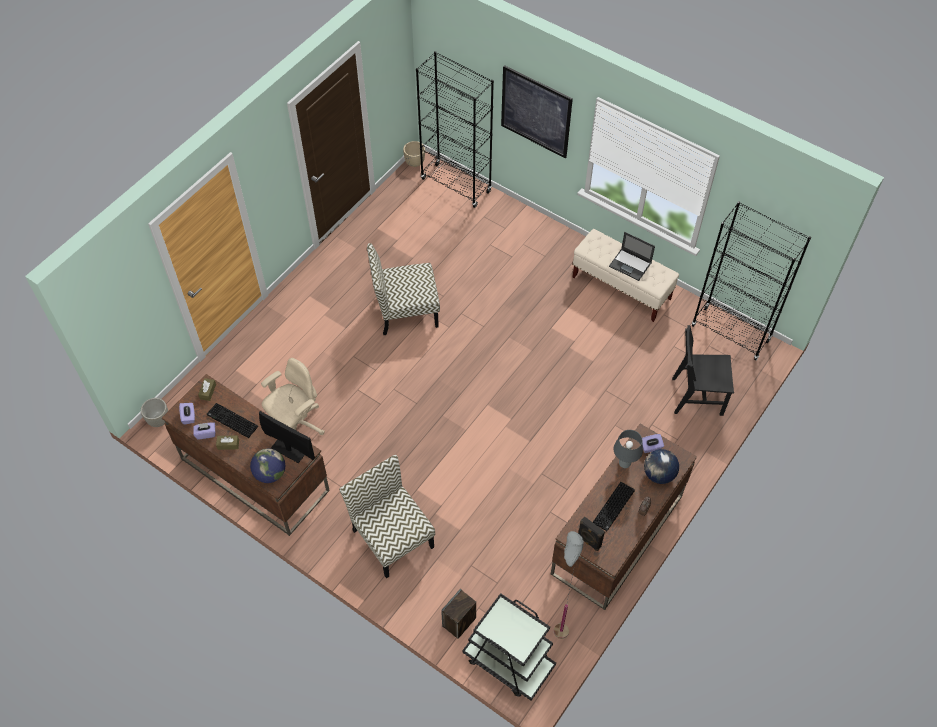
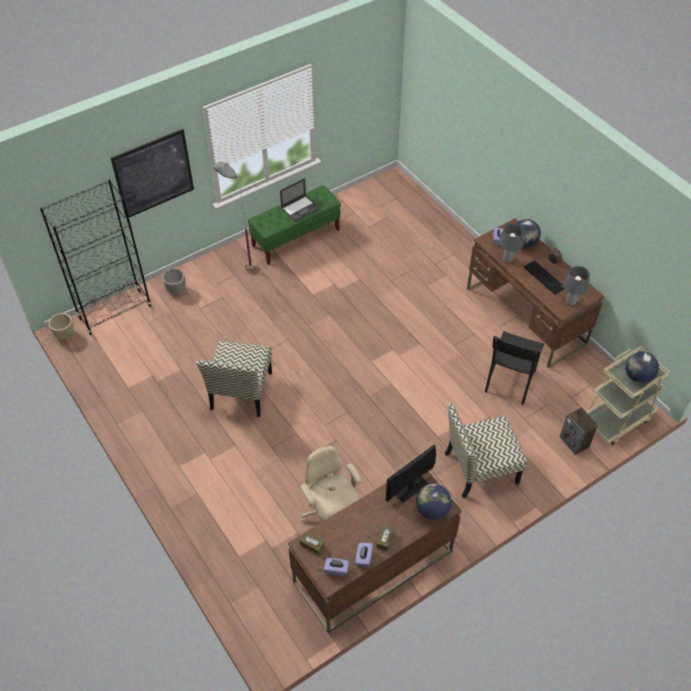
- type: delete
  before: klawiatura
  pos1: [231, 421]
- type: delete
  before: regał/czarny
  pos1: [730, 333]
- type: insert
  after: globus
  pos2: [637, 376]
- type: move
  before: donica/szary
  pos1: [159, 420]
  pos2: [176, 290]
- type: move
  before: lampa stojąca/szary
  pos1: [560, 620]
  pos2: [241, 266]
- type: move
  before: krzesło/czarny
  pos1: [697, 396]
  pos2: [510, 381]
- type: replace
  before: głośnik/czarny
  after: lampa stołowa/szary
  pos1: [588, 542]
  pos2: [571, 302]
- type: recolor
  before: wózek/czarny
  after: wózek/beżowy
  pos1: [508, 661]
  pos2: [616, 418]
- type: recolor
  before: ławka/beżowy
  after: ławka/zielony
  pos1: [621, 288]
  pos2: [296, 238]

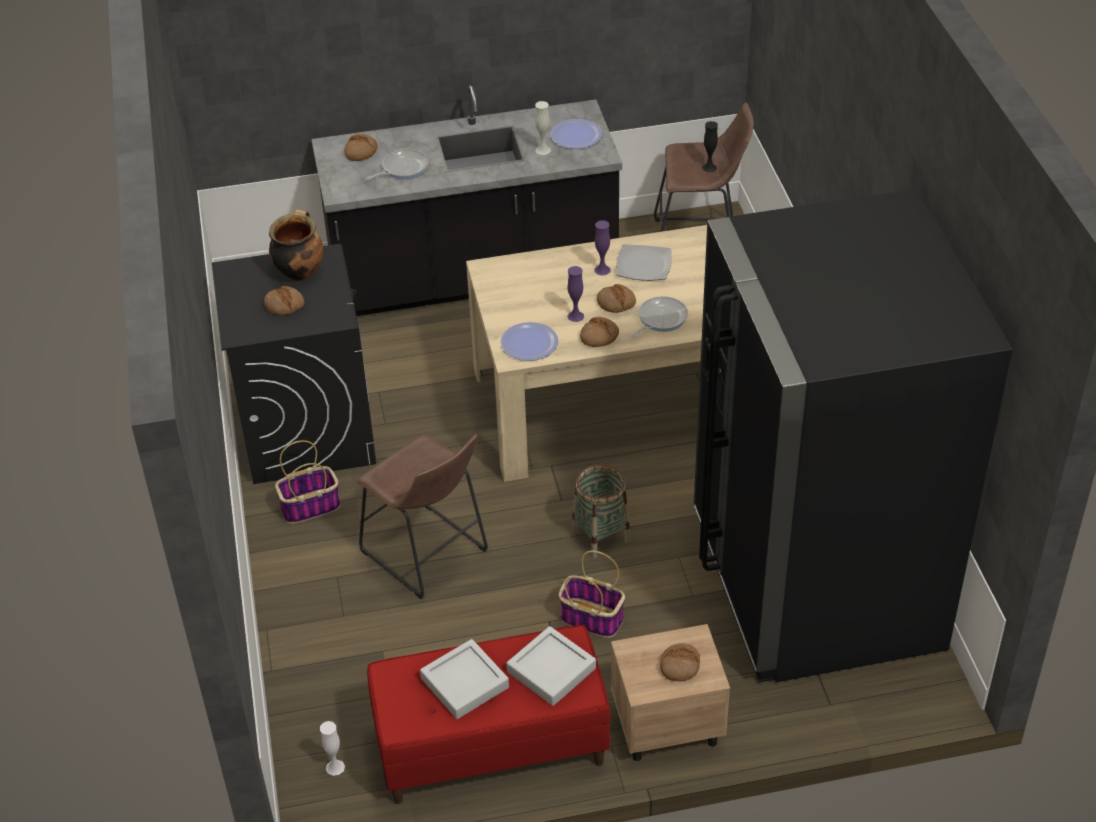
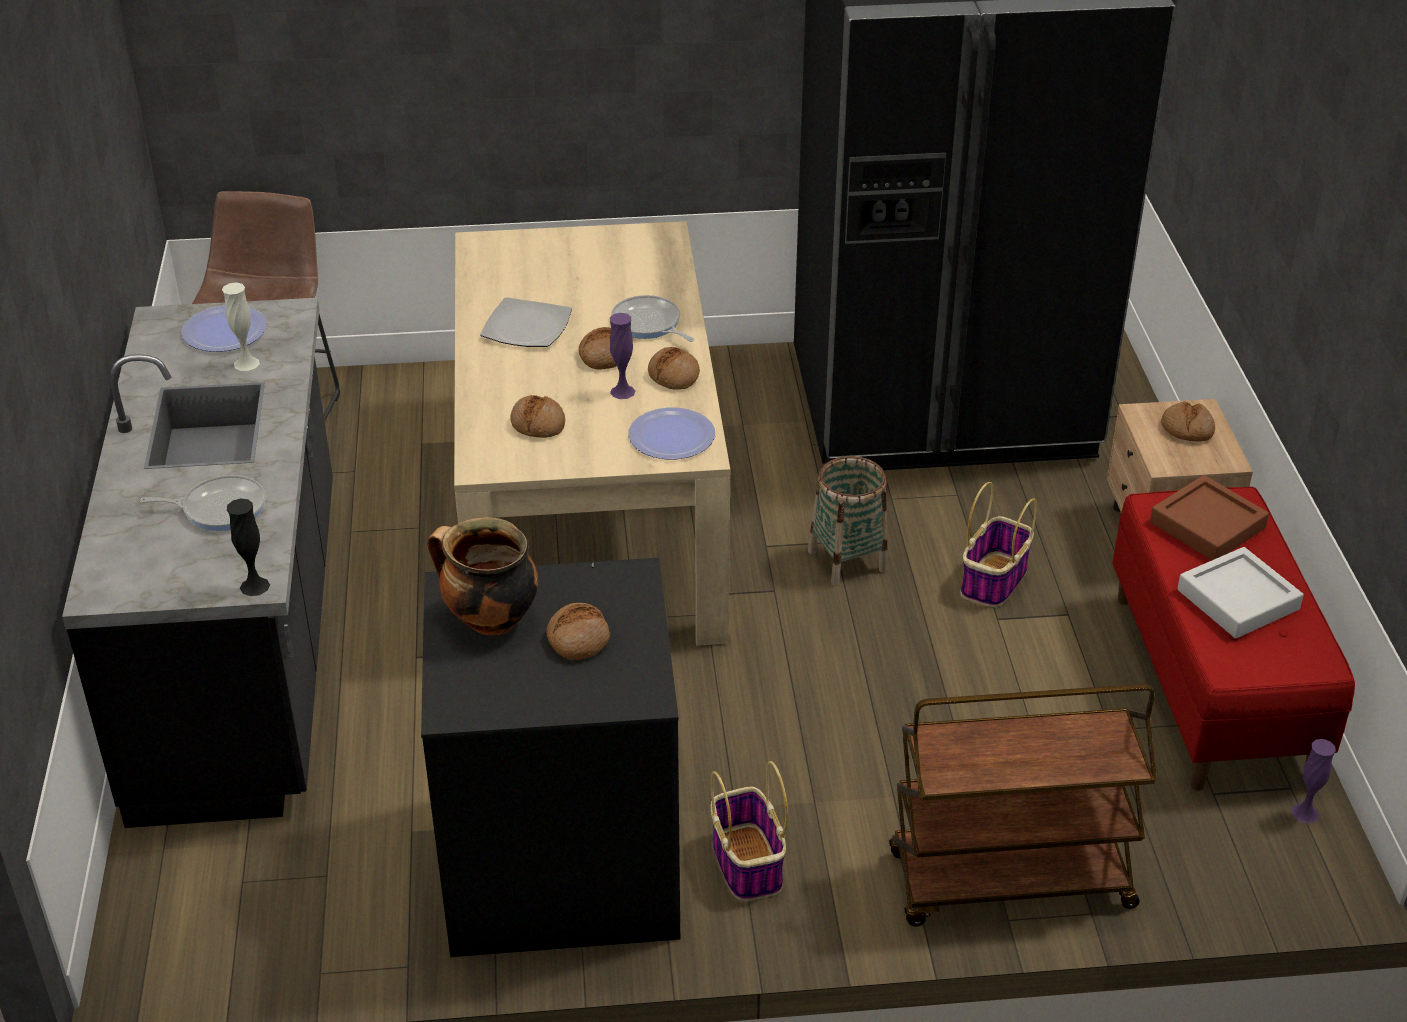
- type: delete
  before: wazon/biały
  pos1: [335, 767]
- type: delete
  before: stołek/brązowy
  pos1: [428, 555]
- type: insert
  after: wózek/brązowy
  pos2: [1009, 882]
- type: move
  before: chleb
  pos1: [361, 152]
  pos2: [538, 424]
- type: move
  before: wazon/fioletowy
  pos1: [602, 270]
  pos2: [1305, 813]
- type: move
  before: wazon/czarny
  pos1: [709, 168]
  pos2: [254, 586]
- type: recolor
  before: taca/szary
  after: taca/brązowy
  pos1: [551, 670]
  pos2: [1207, 525]
- type: rotate
  before: patelnia
  pos1: [402, 168]
  pos2: [220, 508]
  turn: 120

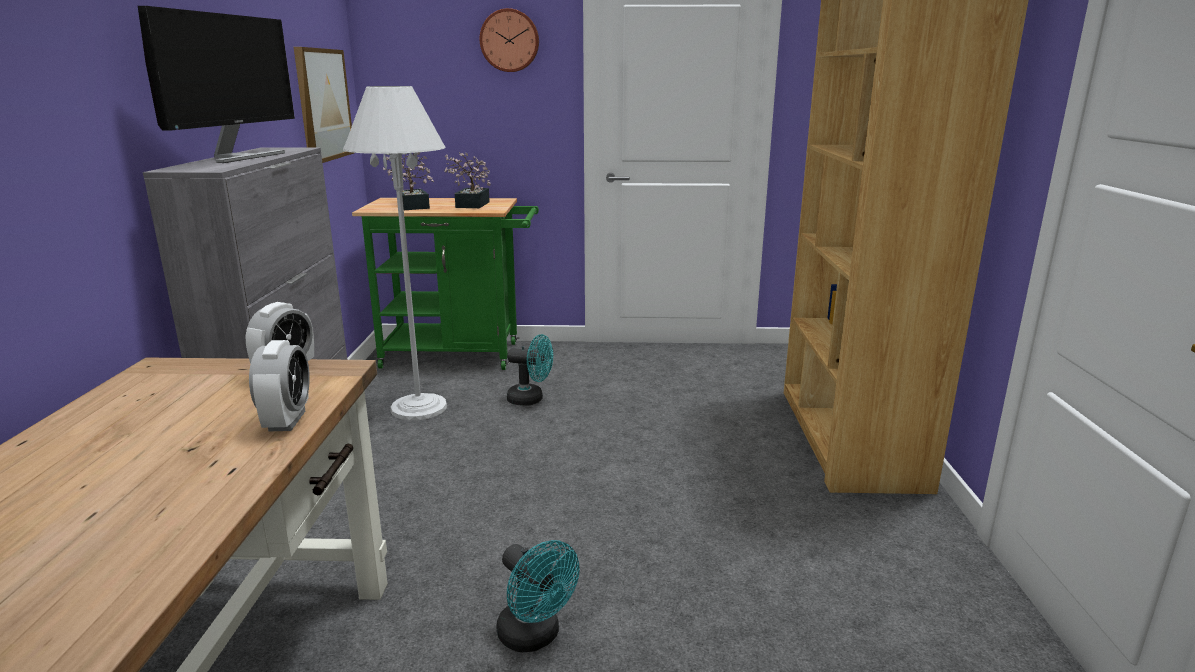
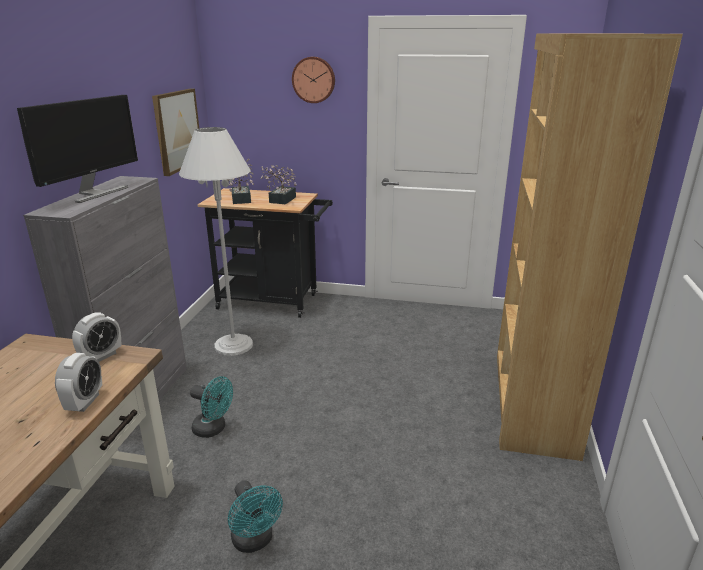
- type: move
  before: wentylator/turkusowy
  pos1: [531, 399]
  pos2: [214, 429]
- type: recolor
  before: wózek/zielony
  after: wózek/czarny
  pos1: [460, 355]
  pos2: [274, 302]

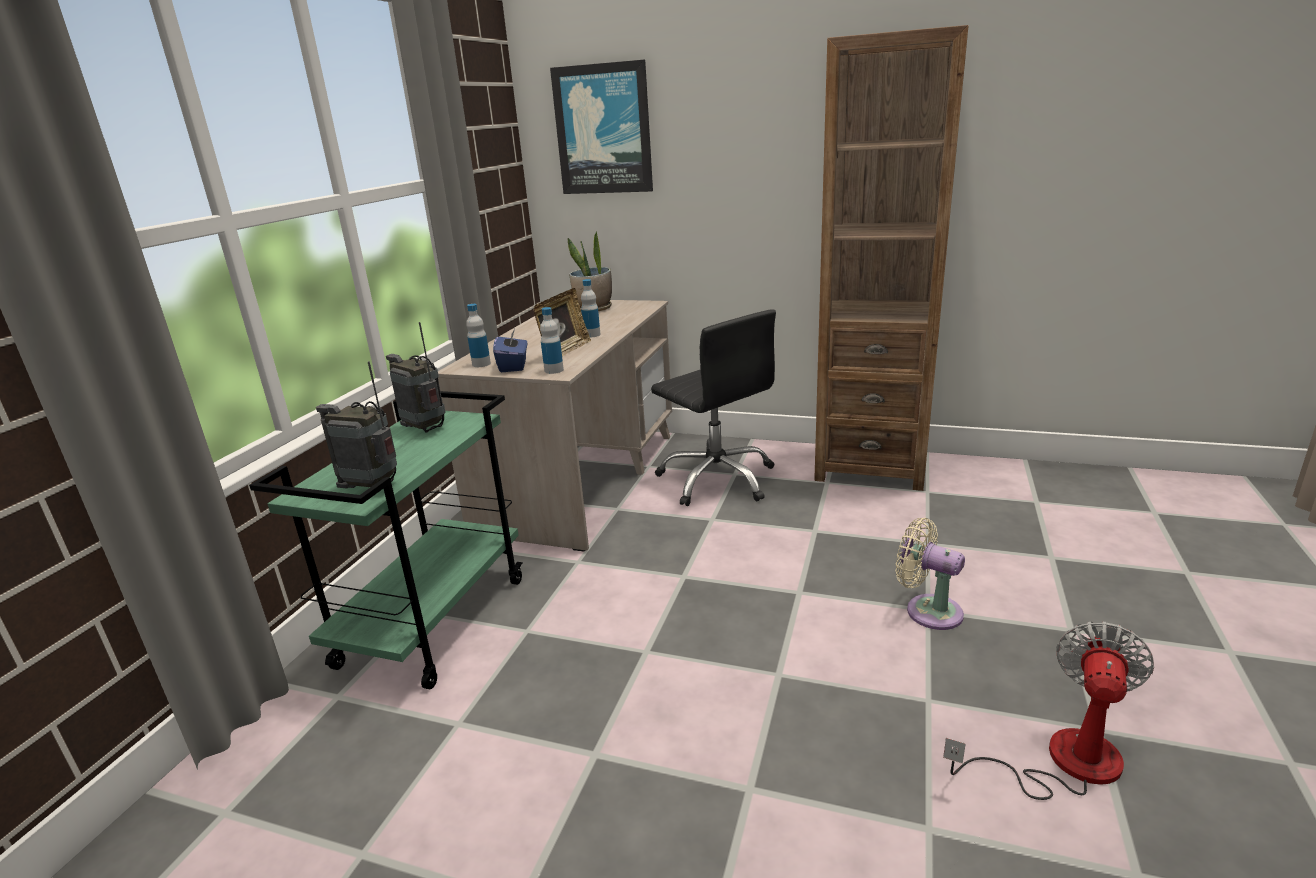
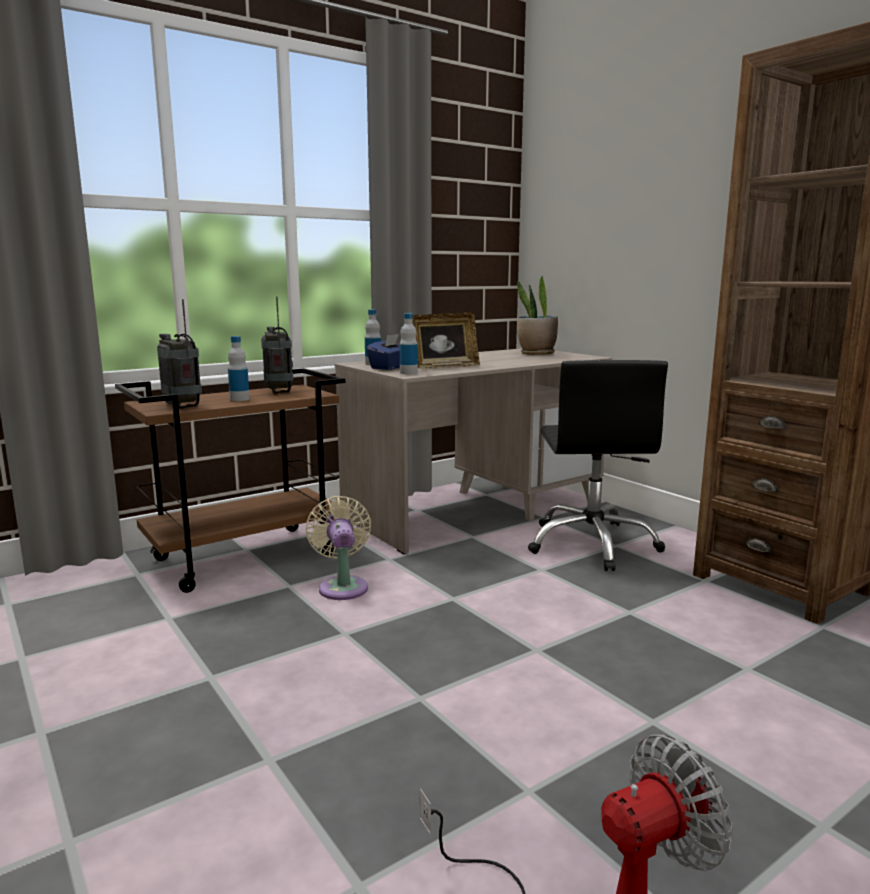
- type: delete
  before: obraz
  pos1: [603, 130]
- type: move
  before: butelka
  pos1: [592, 335]
  pos2: [239, 399]
- type: move
  before: wentylator/beżowy
  pos1: [928, 610]
  pos2: [342, 586]
- type: recolor
  before: wózek/zielony
  after: wózek/brązowy
  pos1: [434, 620]
  pos2: [246, 557]

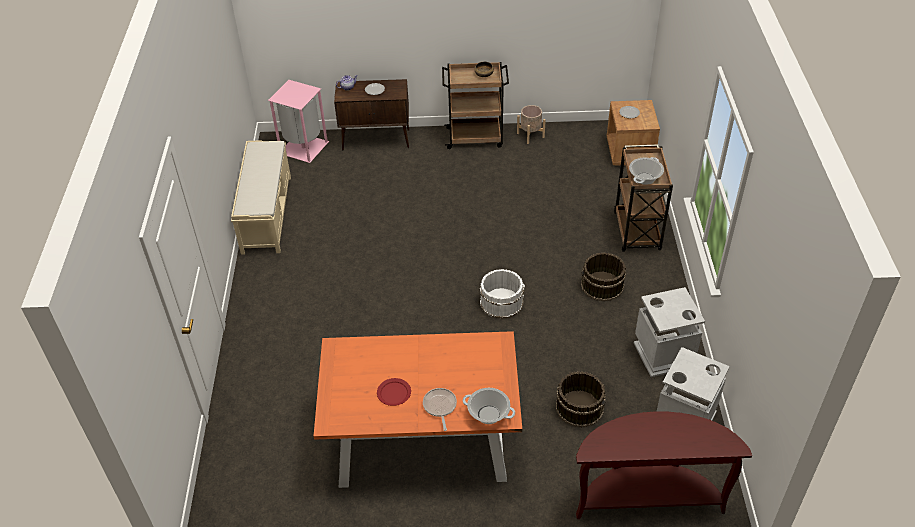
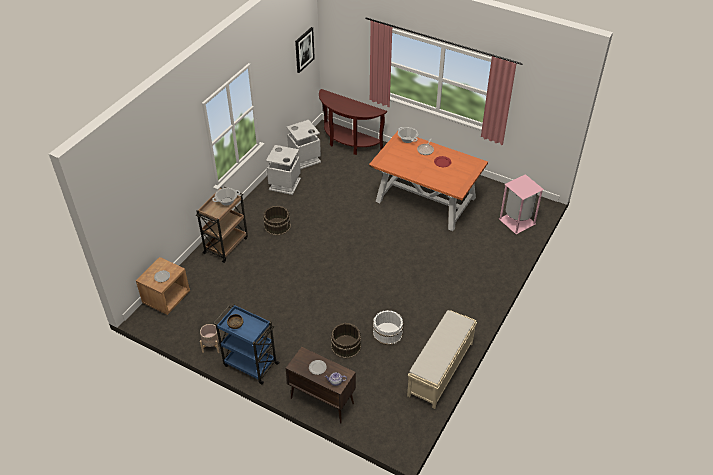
- type: insert
  after: obraz
  pos2: [304, 49]
- type: move
  before: kosz na śmieci/różowy
  pos1: [304, 147]
  pos2: [516, 221]
- type: move
  before: wiadro/biały
  pos1: [501, 302]
  pos2: [387, 333]
- type: move
  before: wiadro/brązowy
  pos1: [579, 407]
  pos2: [345, 346]
- type: recolor
  before: wózek/brązowy
  after: wózek/niebieski
  pos1: [475, 137]
  pos2: [250, 364]

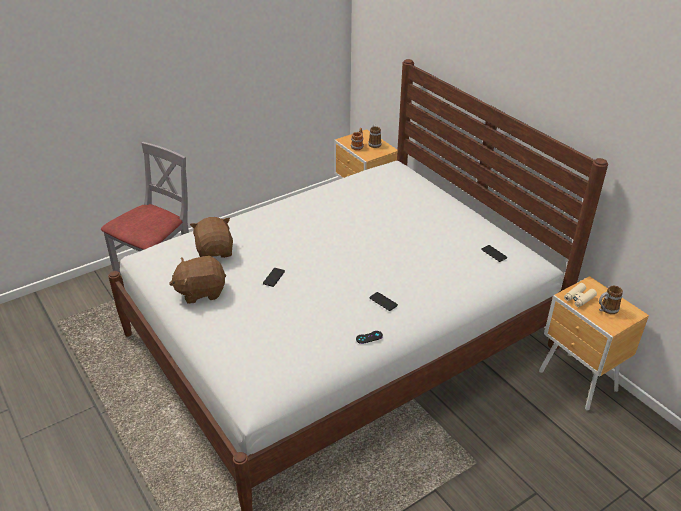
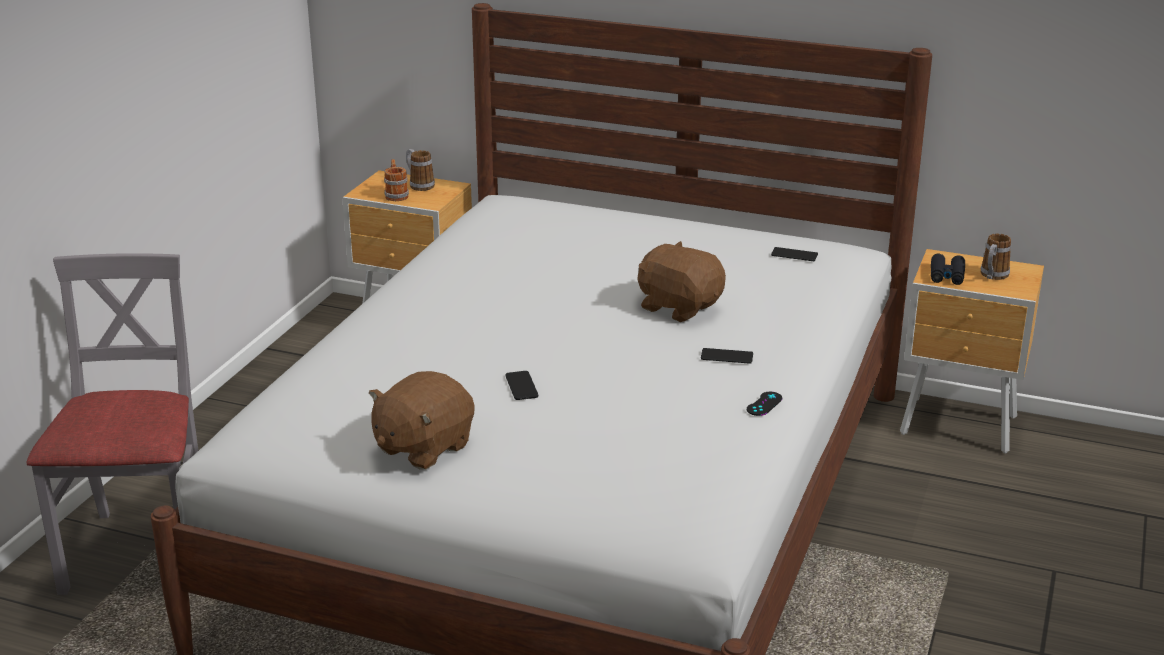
- type: move
  before: pluszak/brązowy
  pos1: [215, 251]
  pos2: [679, 307]
- type: recolor
  before: lornetka/beżowy
  after: lornetka/czarny
  pos1: [579, 298]
  pos2: [946, 275]

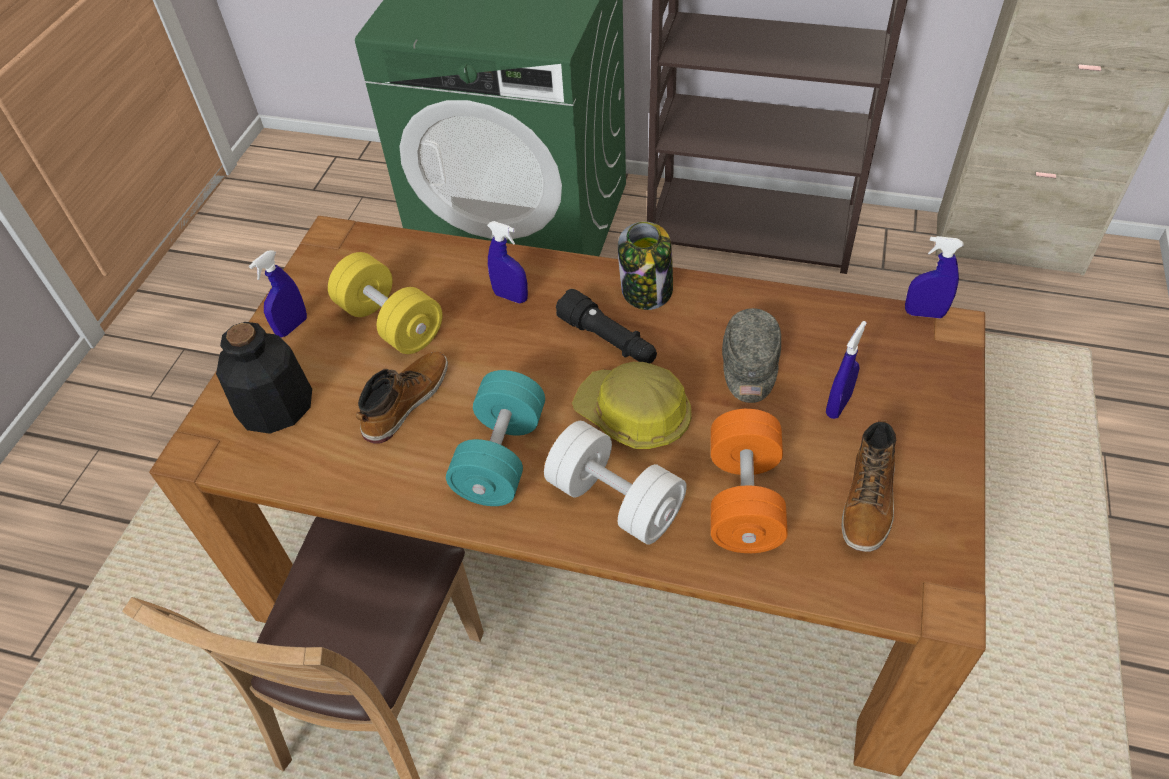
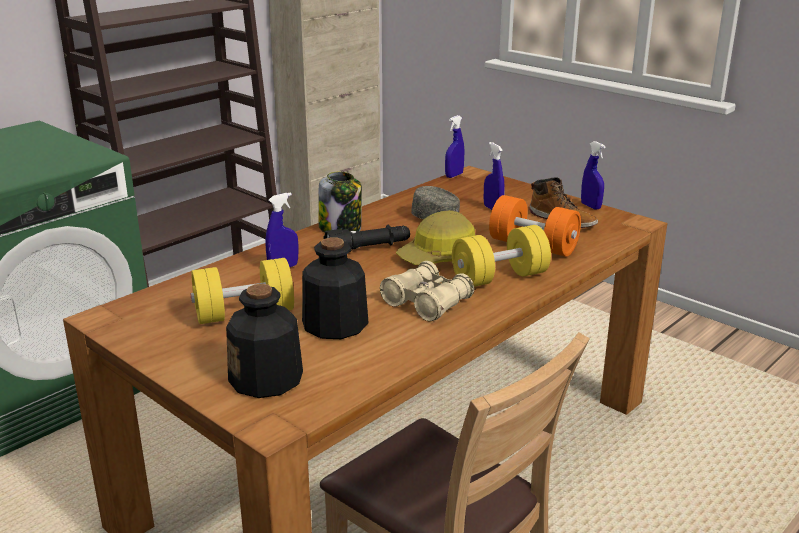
- type: move
  before: spryskiwacz/niebieski
  pos1: [292, 327]
  pos2: [590, 206]
- type: replace
  before: but z cholewką
  after: butelka
  pos1: [405, 402]
  pos2: [335, 324]
- type: replace
  before: hantel/turkusowy
  after: lornetka/beżowy
  pos1: [501, 457]
  pos2: [427, 303]
- type: recolor
  before: hantel/biały
  after: hantel/żółty
  pos1: [615, 500]
  pos2: [499, 278]

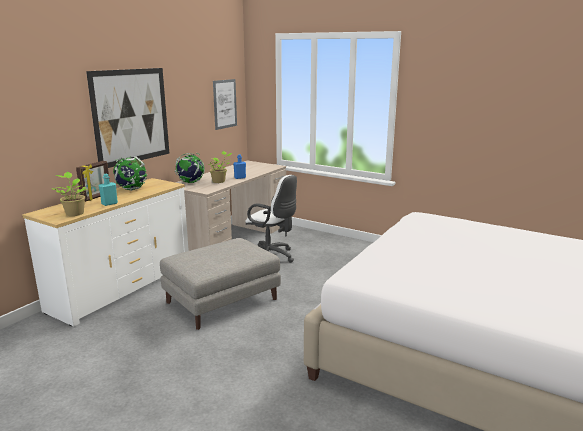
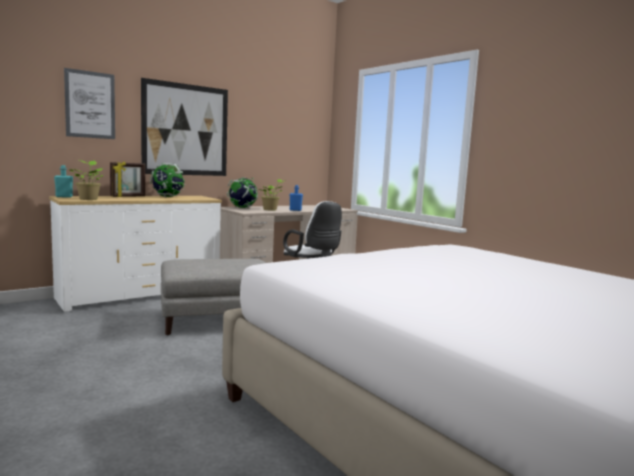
- type: move
  before: butelka/turkusowy
  pos1: [109, 204]
  pos2: [64, 197]
- type: move
  before: obraz
  pos1: [225, 104]
  pos2: [90, 105]

